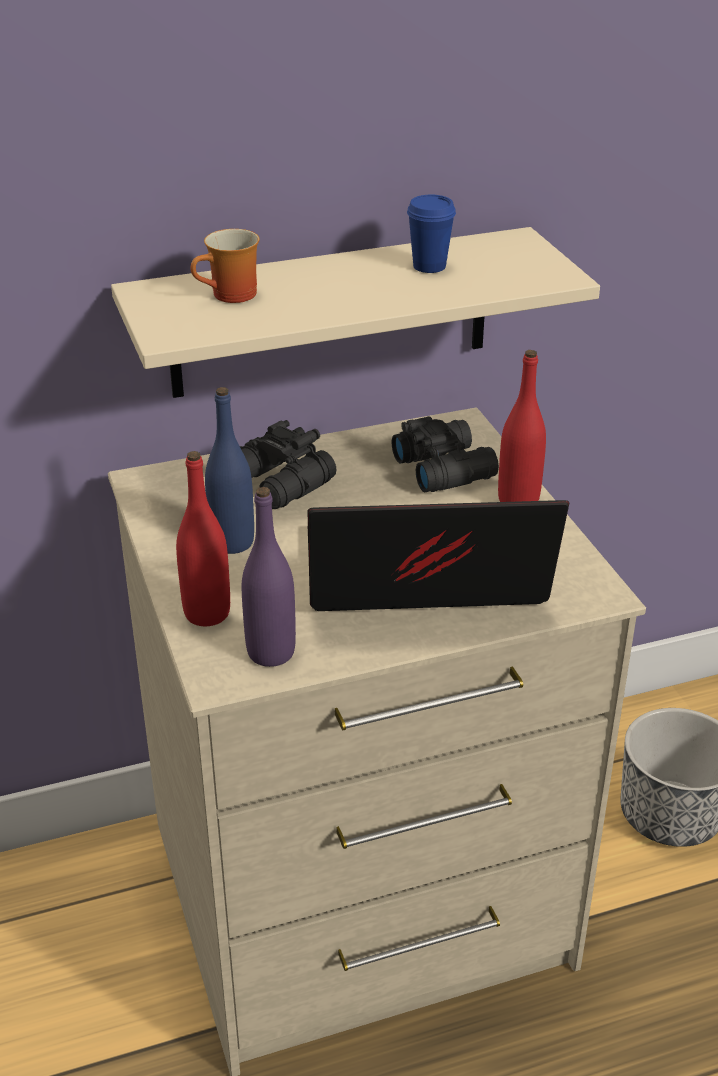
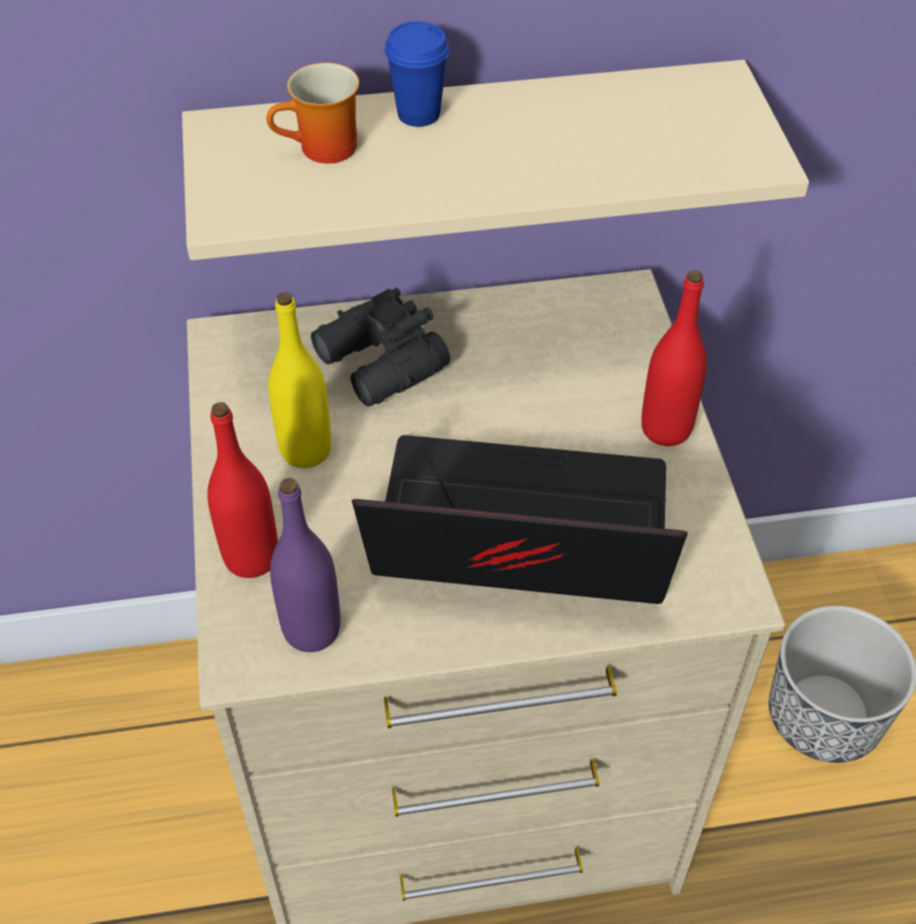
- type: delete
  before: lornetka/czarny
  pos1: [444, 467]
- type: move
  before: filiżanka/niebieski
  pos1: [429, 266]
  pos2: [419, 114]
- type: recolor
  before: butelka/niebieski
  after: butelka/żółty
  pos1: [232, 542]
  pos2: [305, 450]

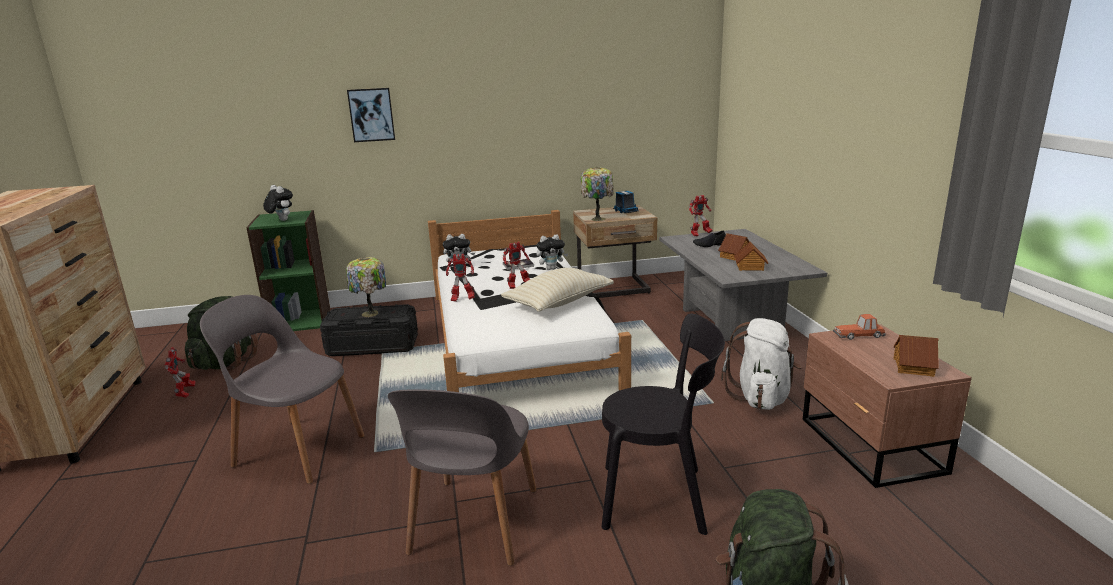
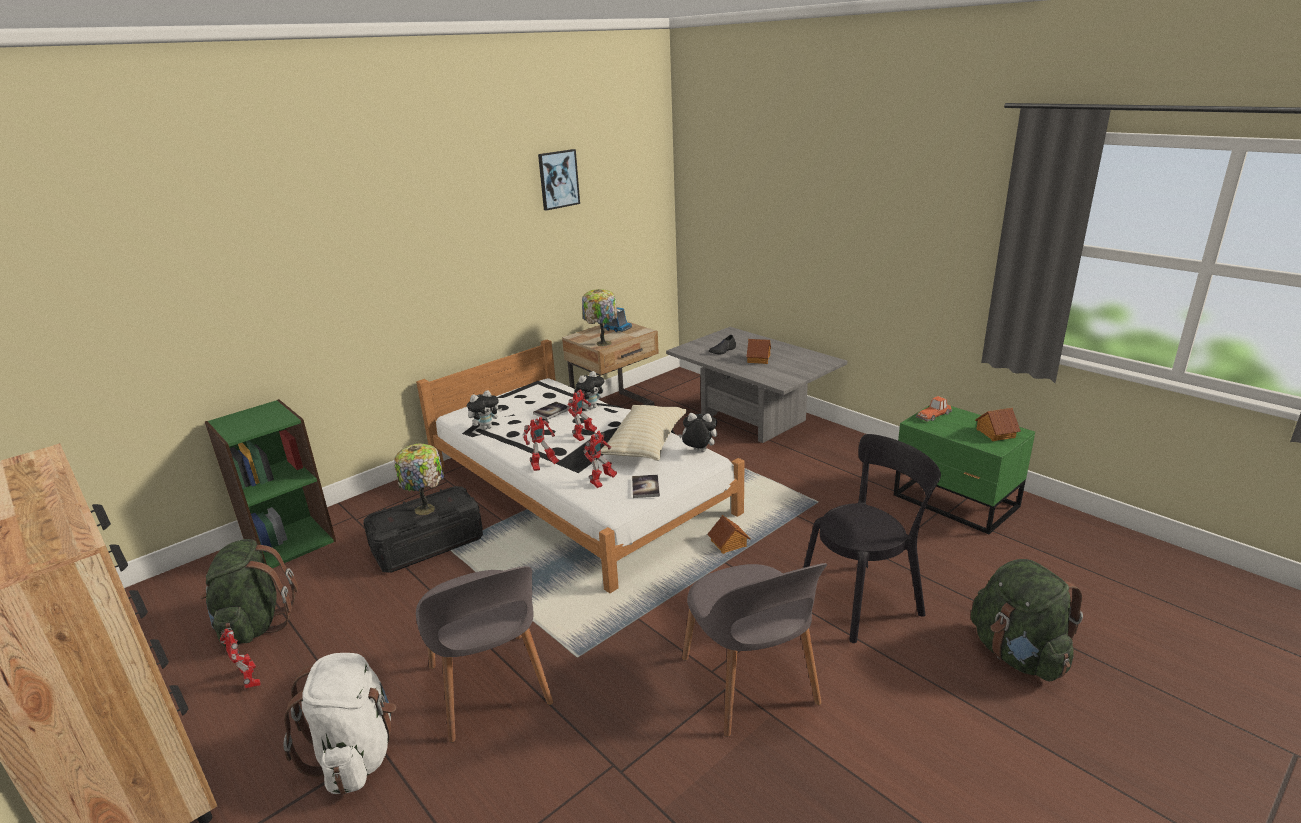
- type: insert
  after: książka
  pos2: [645, 487]
- type: move
  before: pluszak
  pos1: [281, 220]
  pos2: [698, 452]
- type: move
  before: obraz
  pos1: [371, 115]
  pos2: [558, 179]
- type: move
  before: robot zabawkowy
  pos1: [699, 234]
  pos2: [602, 482]
- type: move
  before: plecak/biały
  pos1: [761, 397]
  pos2: [356, 755]
- type: move
  before: domek
  pos1: [750, 267]
  pos2: [728, 544]
- type: recolor
  before: szafka nocna/brązowy
  after: szafka nocna/zielony
  pos1: [870, 446]
  pos2: [956, 502]
- type: rotate
  before: krzesło/szary
  pos1: [297, 449]
  pos2: [489, 688]
  turn: -105

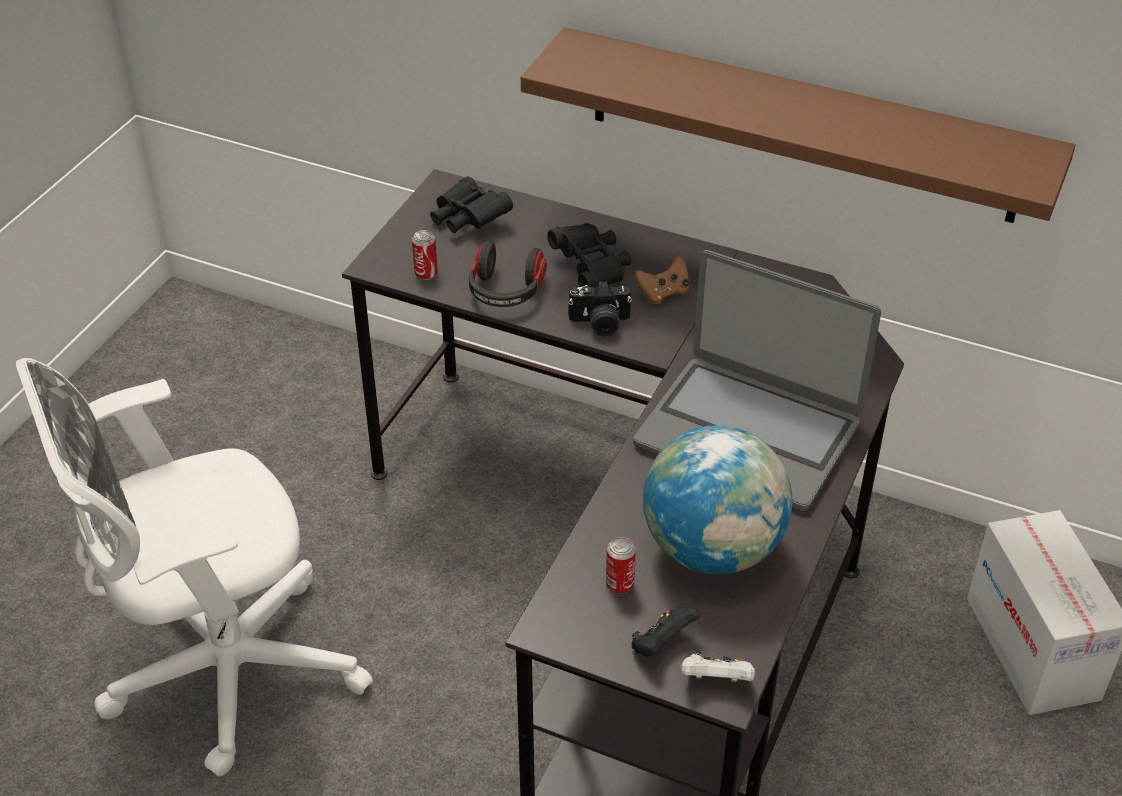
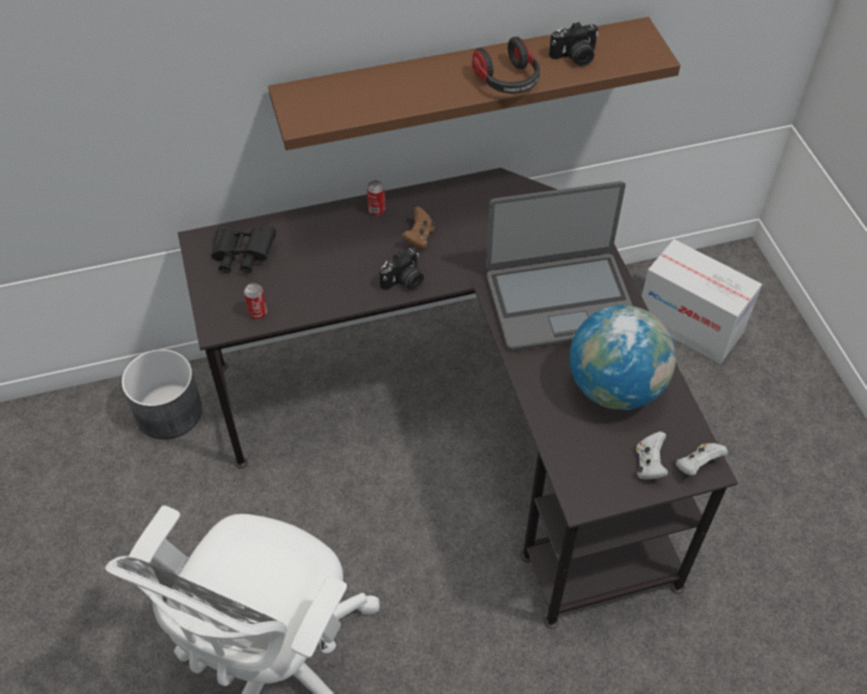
- type: delete
  before: lornetka/czarny
  pos1: [592, 268]
- type: insert
  after: donica/szary
  pos2: [168, 411]
- type: insert
  after: aparat fotograficzny
  pos2: [574, 57]
- type: move
  before: słuchawki
  pos1: [505, 292]
  pos2: [507, 81]
- type: move
  before: puszka
  pos1: [619, 584]
  pos2: [376, 210]
- type: recolor
  before: pad do gier/czarny
  after: pad do gier/biały
  pos1: [661, 644]
  pos2: [649, 464]

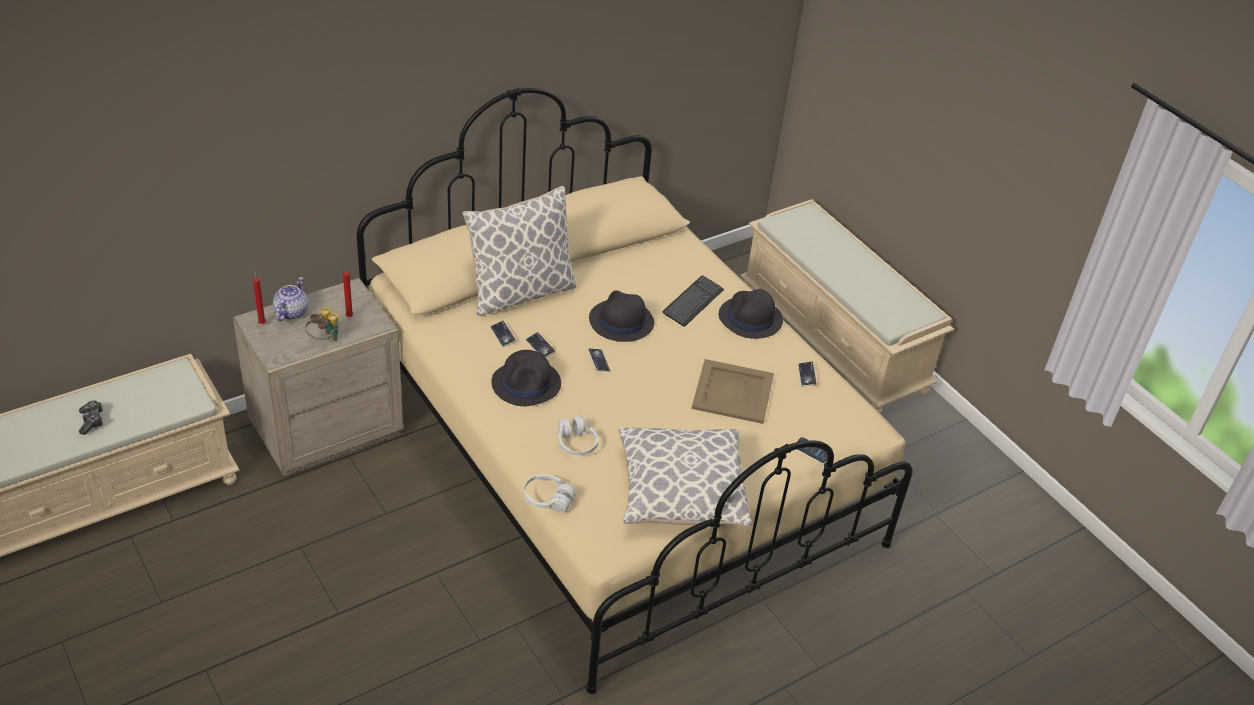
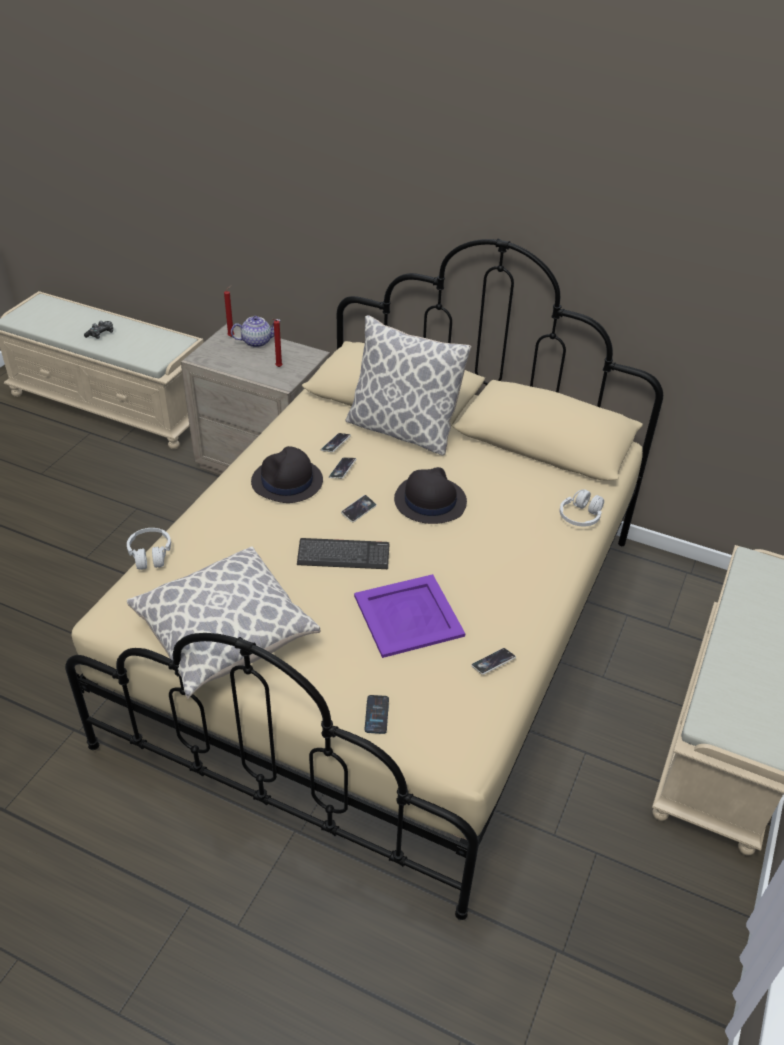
- type: delete
  before: lornetka
  pos1: [324, 340]
- type: delete
  before: kapelusz/czarny
  pos1: [750, 319]
- type: move
  before: słuchawki/biały
  pos1: [576, 443]
  pos2: [580, 516]
- type: move
  before: klawiatura
  pos1: [693, 302]
  pos2: [343, 555]
- type: recolor
  before: taca/beżowy
  after: taca/fioletowy
  pos1: [733, 392]
  pos2: [408, 616]

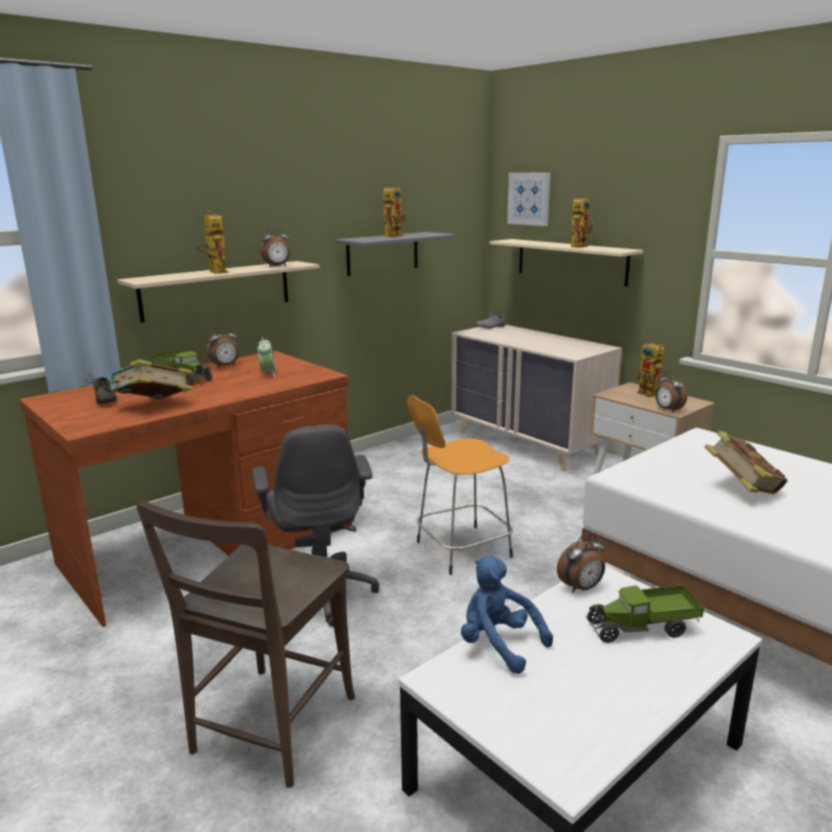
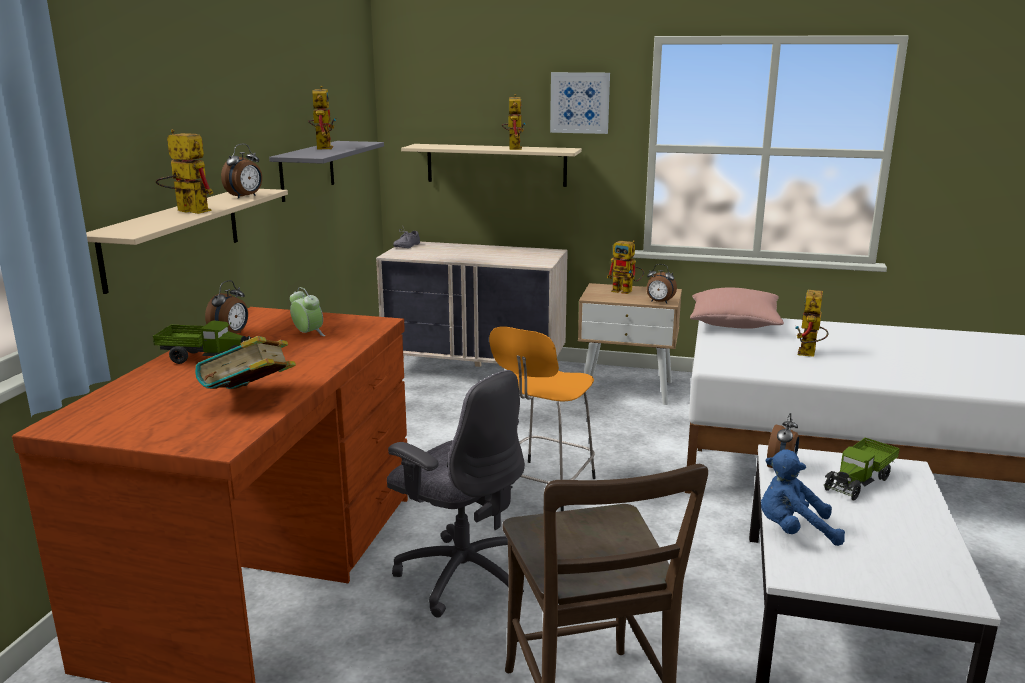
- type: delete
  before: but/szary
  pos1: [103, 400]
- type: insert
  after: poduszka/różowy
  pos2: [734, 323]
- type: move
  before: obraz
  pos1: [529, 198]
  pos2: [580, 102]
- type: replace
  before: książka
  after: robot zabawkowy
  pos1: [741, 489]
  pos2: [809, 354]

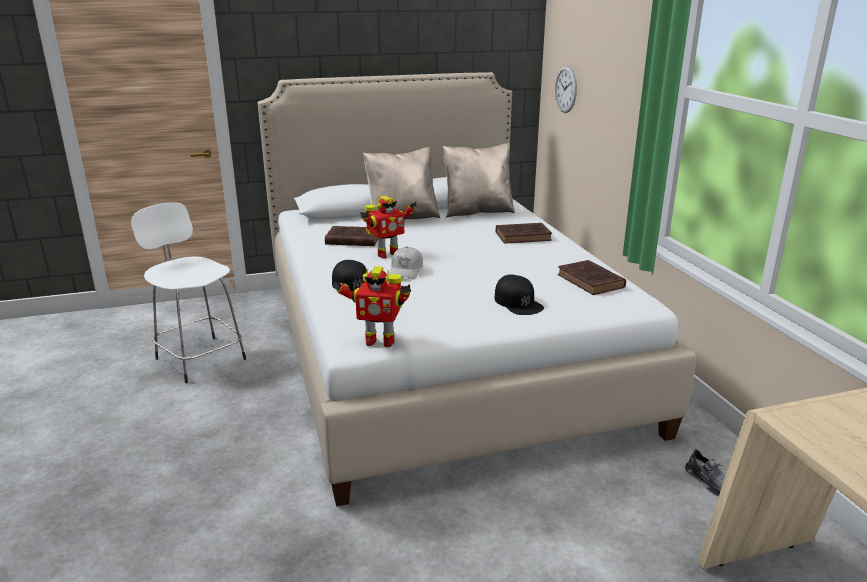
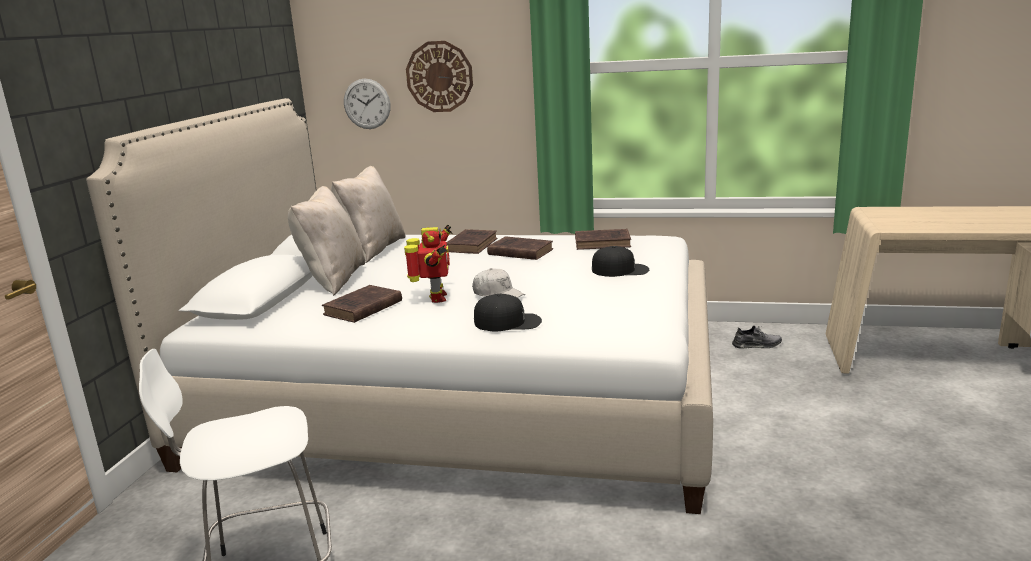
- type: delete
  before: robot zabawkowy
  pos1: [379, 341]
- type: insert
  after: zegar ścienny
  pos2: [439, 76]
- type: insert
  after: książka/brązowy
  pos2: [519, 252]

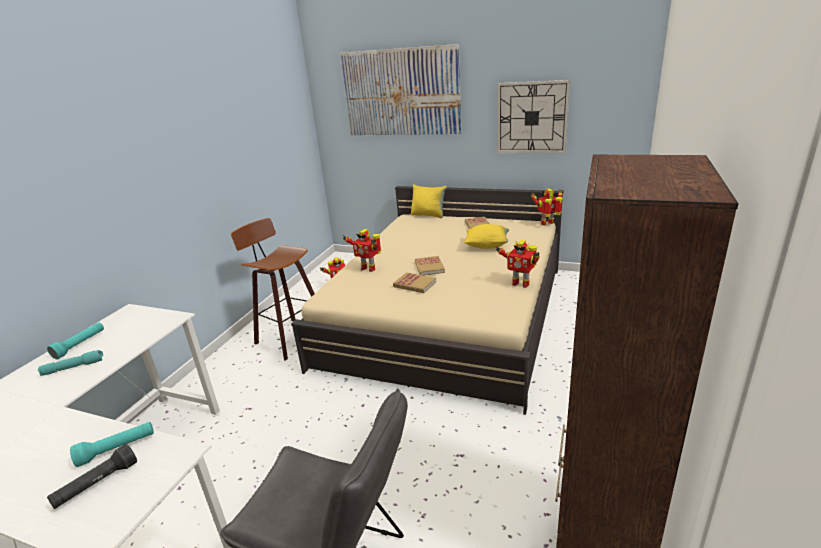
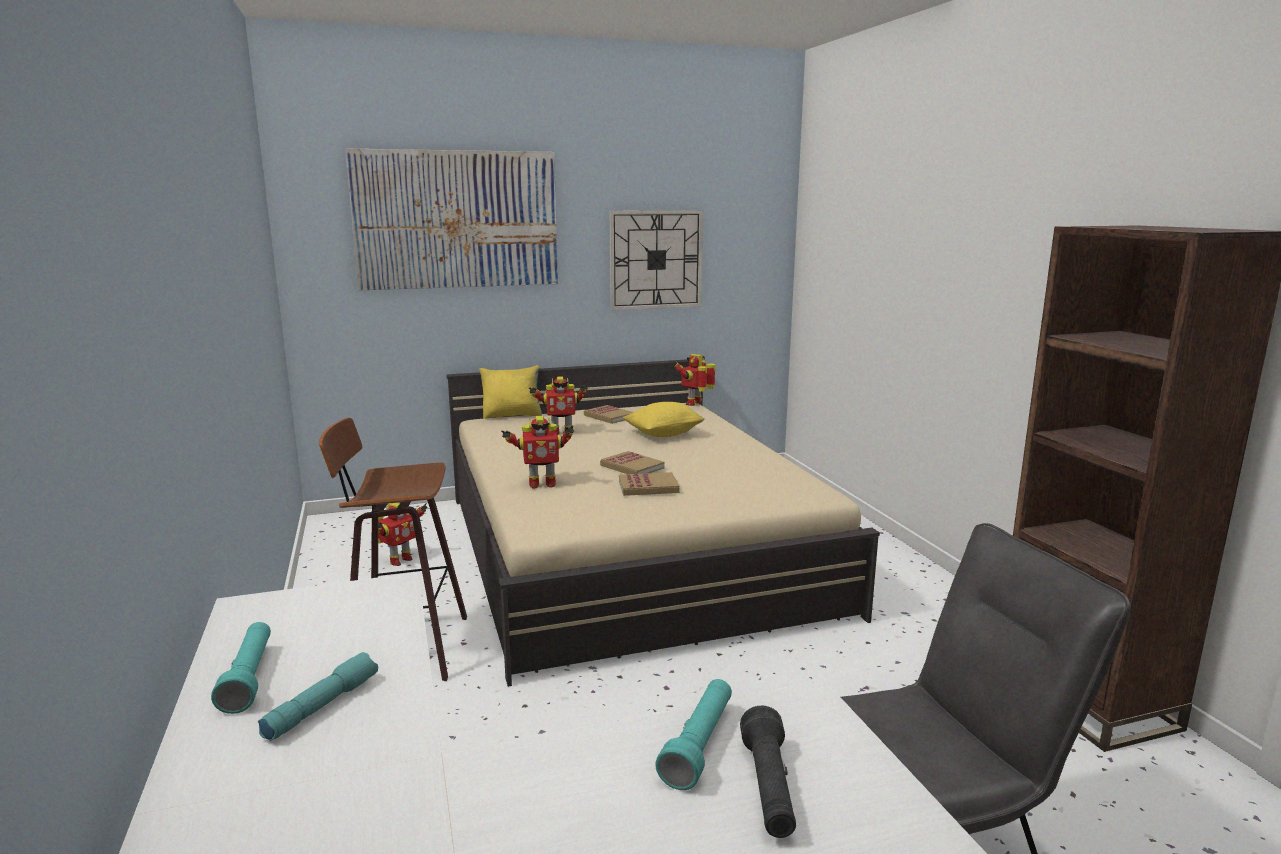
- type: move
  before: robot zabawkowy
  pos1: [520, 283]
  pos2: [561, 433]

